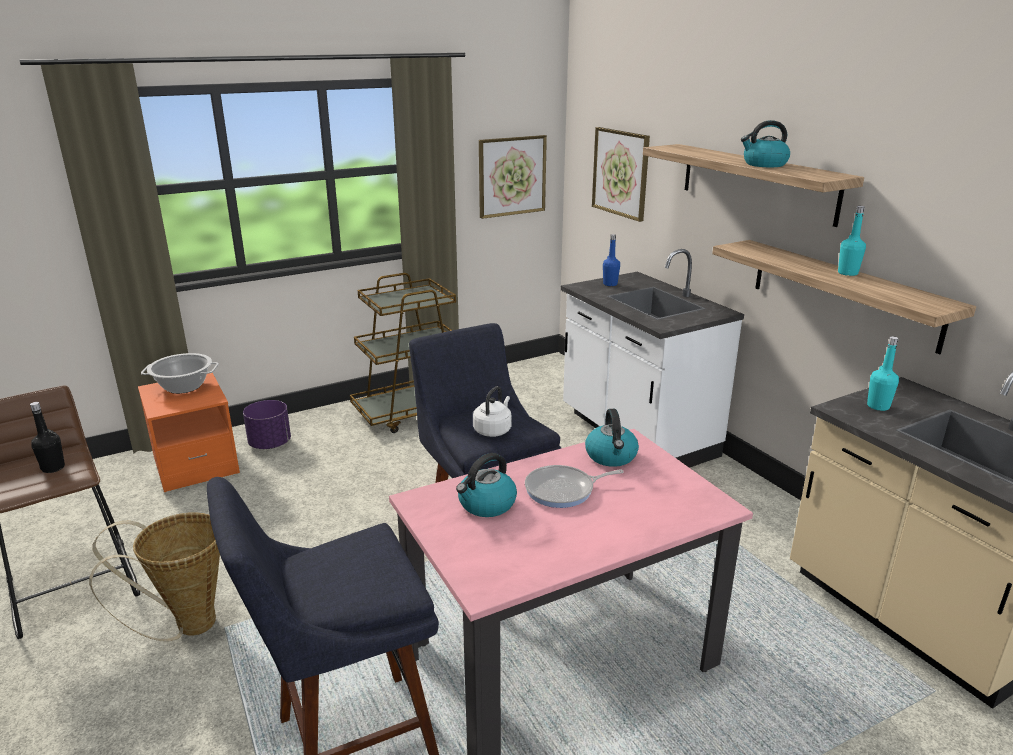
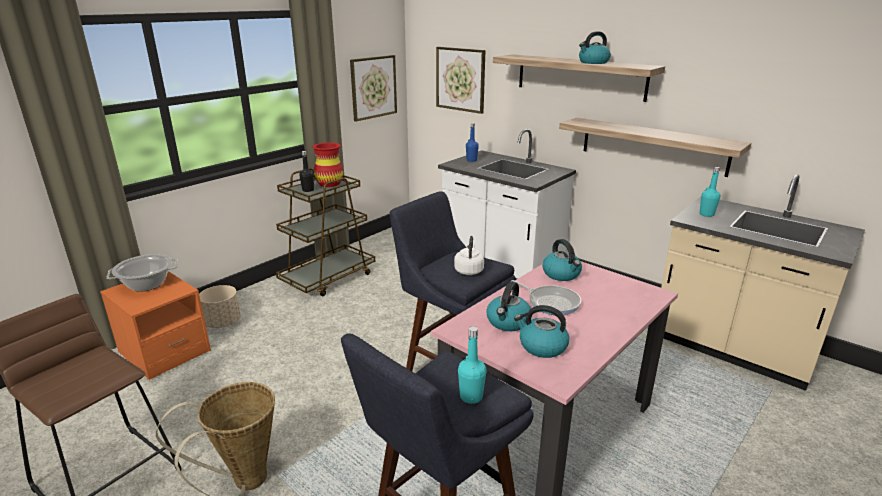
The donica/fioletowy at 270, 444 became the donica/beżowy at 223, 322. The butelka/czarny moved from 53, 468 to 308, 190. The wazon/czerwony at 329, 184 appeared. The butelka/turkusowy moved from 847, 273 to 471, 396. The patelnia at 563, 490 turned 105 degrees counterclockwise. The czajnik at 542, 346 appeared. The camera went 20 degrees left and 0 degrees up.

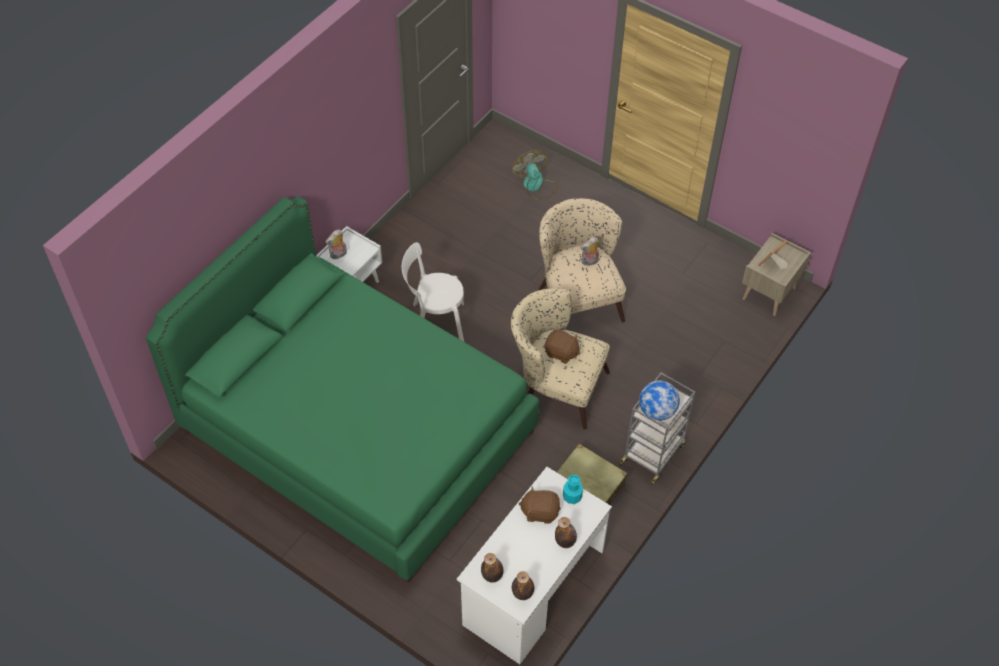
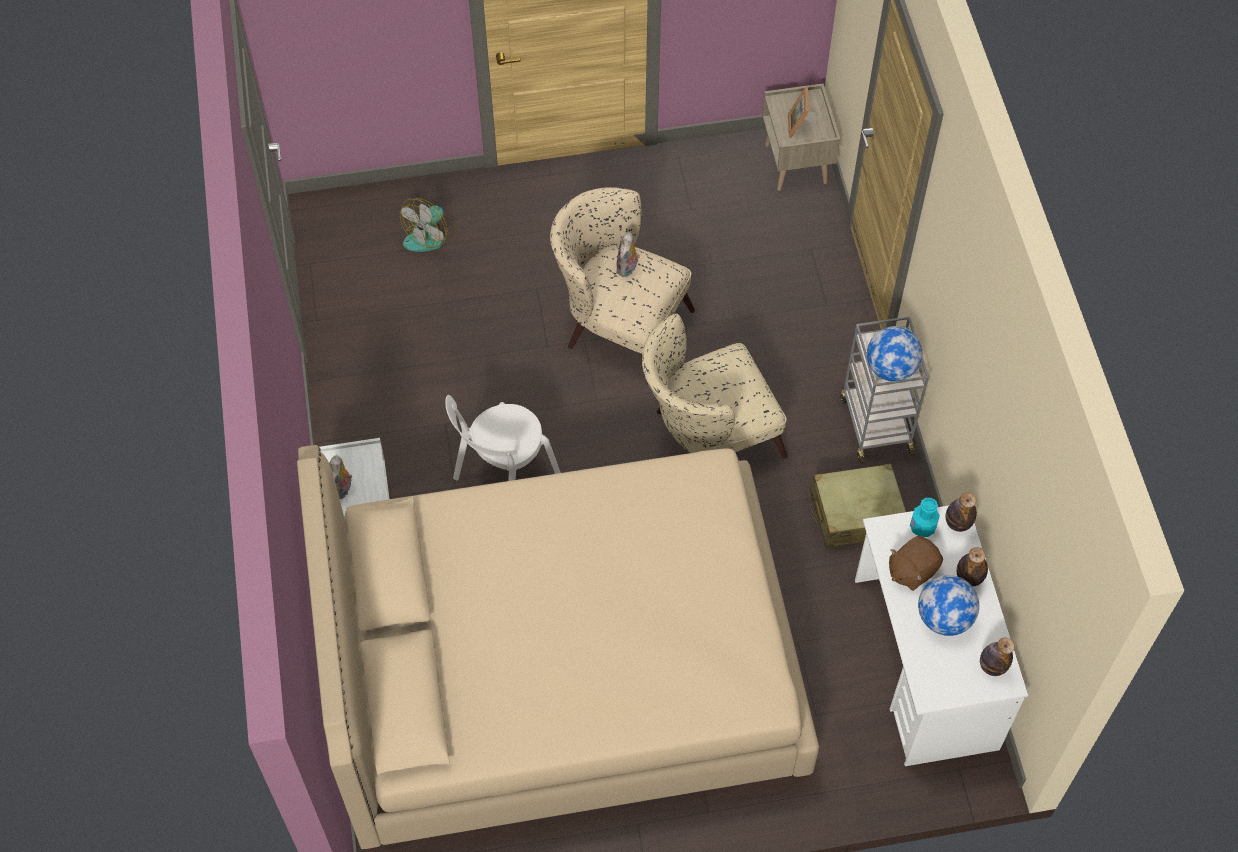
The łóżko/zielony at 358, 431 became the łóżko/beżowy at 563, 670. The wentylator at 536, 186 turned 75 degrees counterclockwise. The globus at 944, 618 appeared. The butelka moved from 492, 575 to 958, 523. The pluszak/brązowy at 561, 353 disappeared. The camera went 45 degrees left and 5 degrees up.

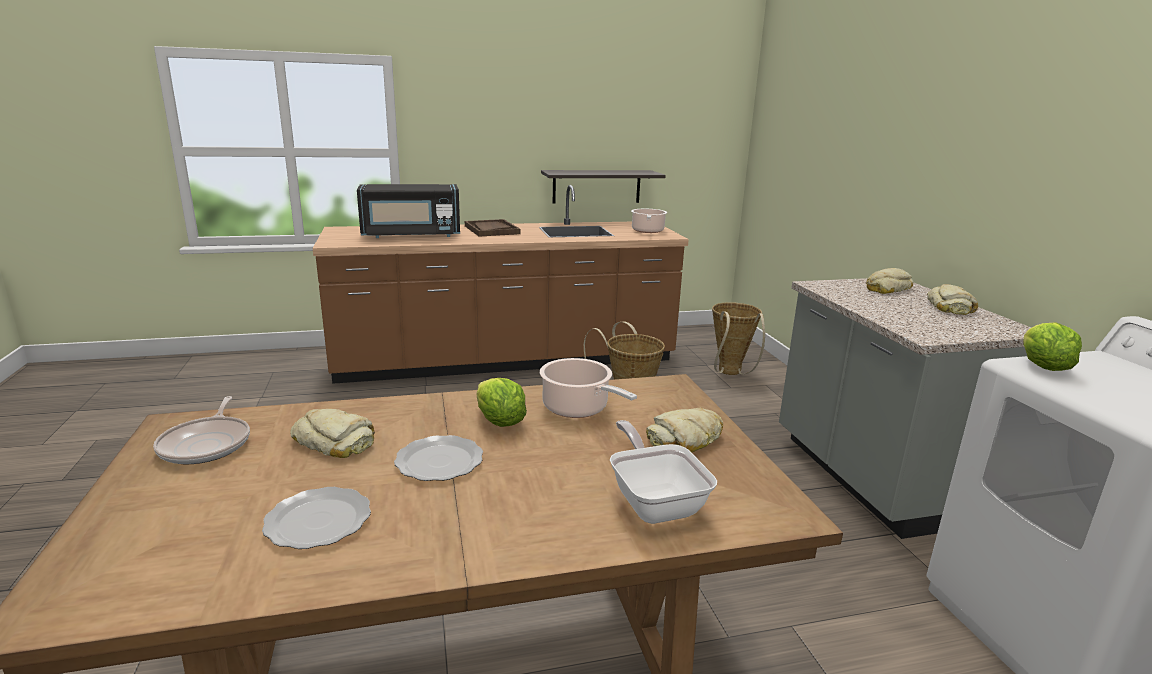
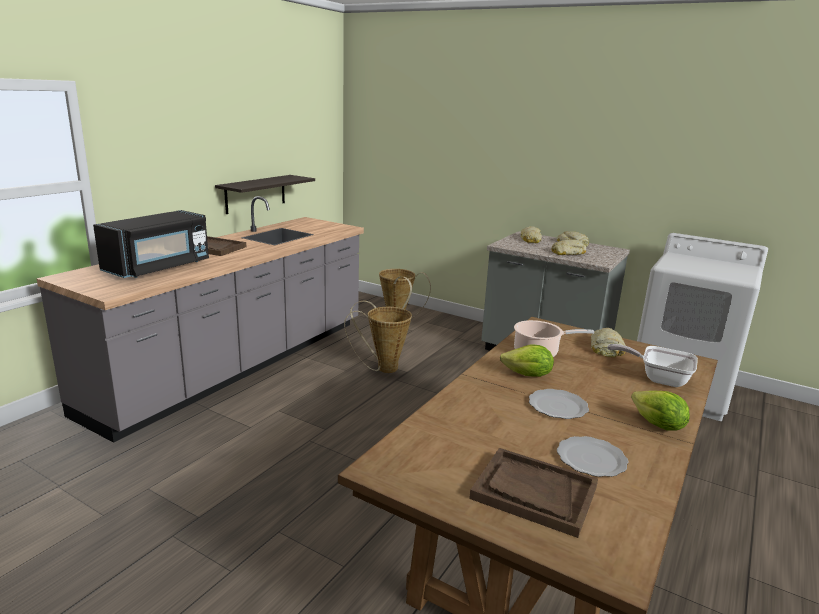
The zabudowa kuchenna/brązowy at 506, 360 became the zabudowa kuchenna/szary at 238, 364. The taca/brązowy at 533, 493 appeared. The chleb moved from 335, 441 to 567, 252. The sałata moved from 1042, 367 to 658, 425. The patelnia at 207, 444 disappeared. The garnek at 647, 231 disappeared. The camera went 45 degrees left and 0 degrees up.

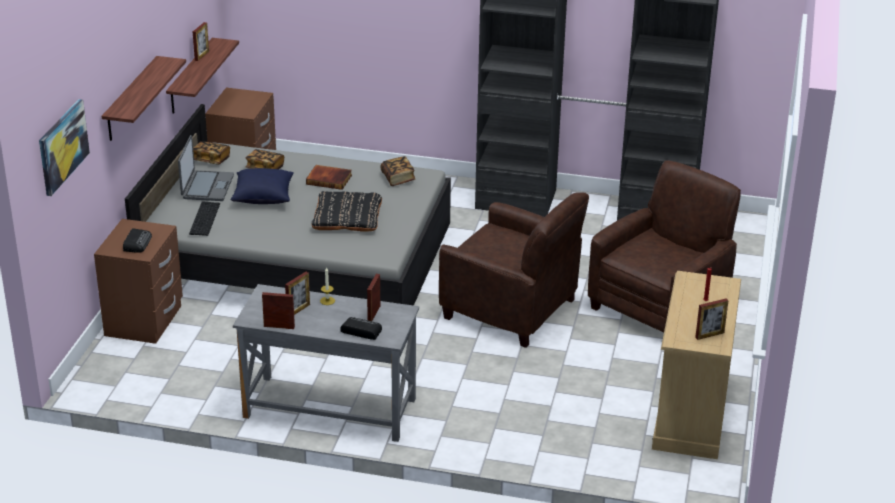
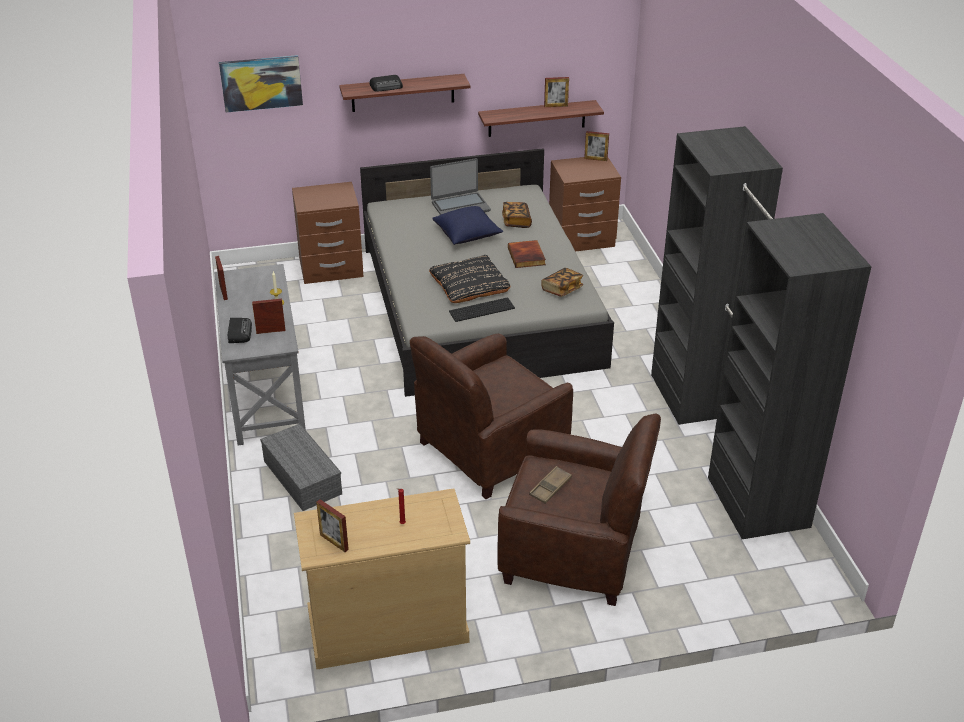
The pojemnik do przechowywania/szary at 301, 477 appeared. The radio moved from 137, 243 to 387, 86. The fotel/brązowy at 511, 309 turned 45 degrees clockwise. The klawiatura moved from 203, 218 to 482, 309. The taca/brązowy at 550, 487 appeared. The ramka na zdjęcie moved from 298, 310 to 595, 159. The książka at 211, 160 disappeared. The camera went 65 degrees right and 5 degrees up.

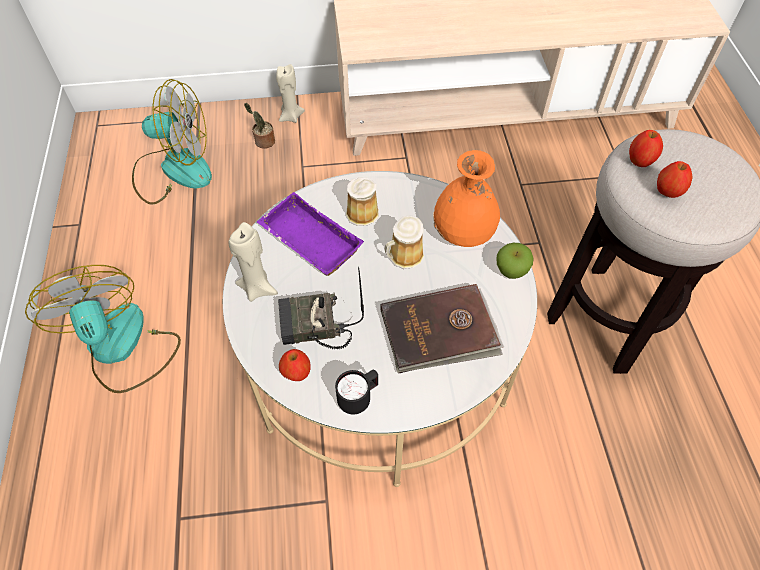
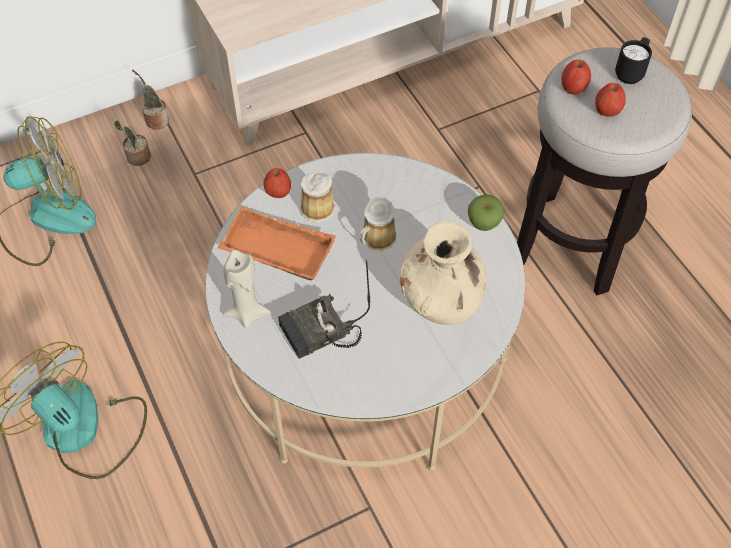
The świeca/beżowy at 291, 117 was replaced by the roślina doniczkowa at 156, 120. The taca/fioletowy at 307, 241 became the taca/pomarańczowy at 275, 252. The jabłko moved from 296, 373 to 278, 193. The książka/brązowy at 440, 332 was replaced by the wazon/beżowy at 441, 300. The kubek/czarny moved from 358, 398 to 631, 73. The wazon/pomarańczowy at 463, 234 disappeared. The camera went 20 degrees left and 0 degrees up.

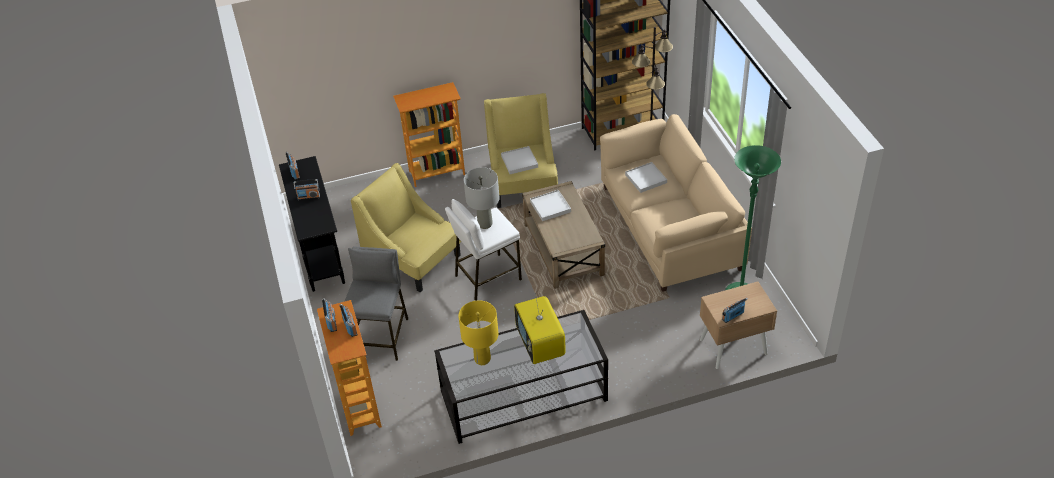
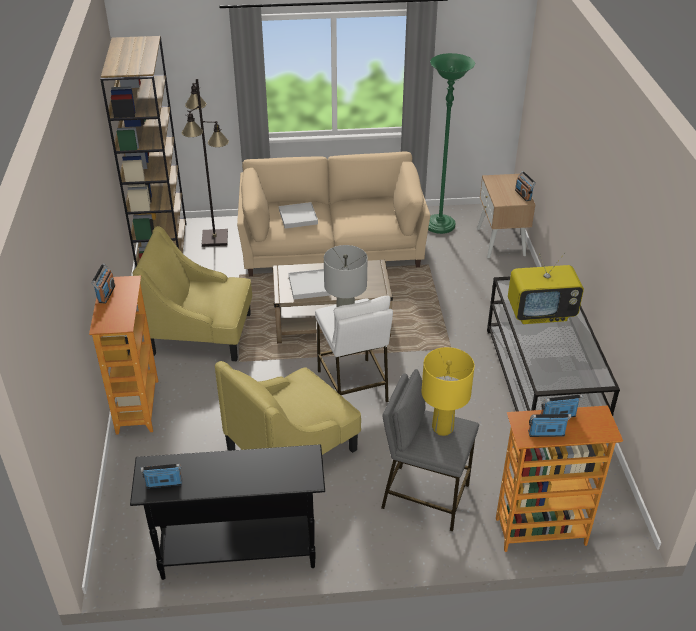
The radio moved from 308, 197 to 106, 294. The lampa stołowa/żółty moved from 483, 359 to 442, 428. The taca/biały at 519, 161 disappeared. The camera went 80 degrees left and 5 degrees down.

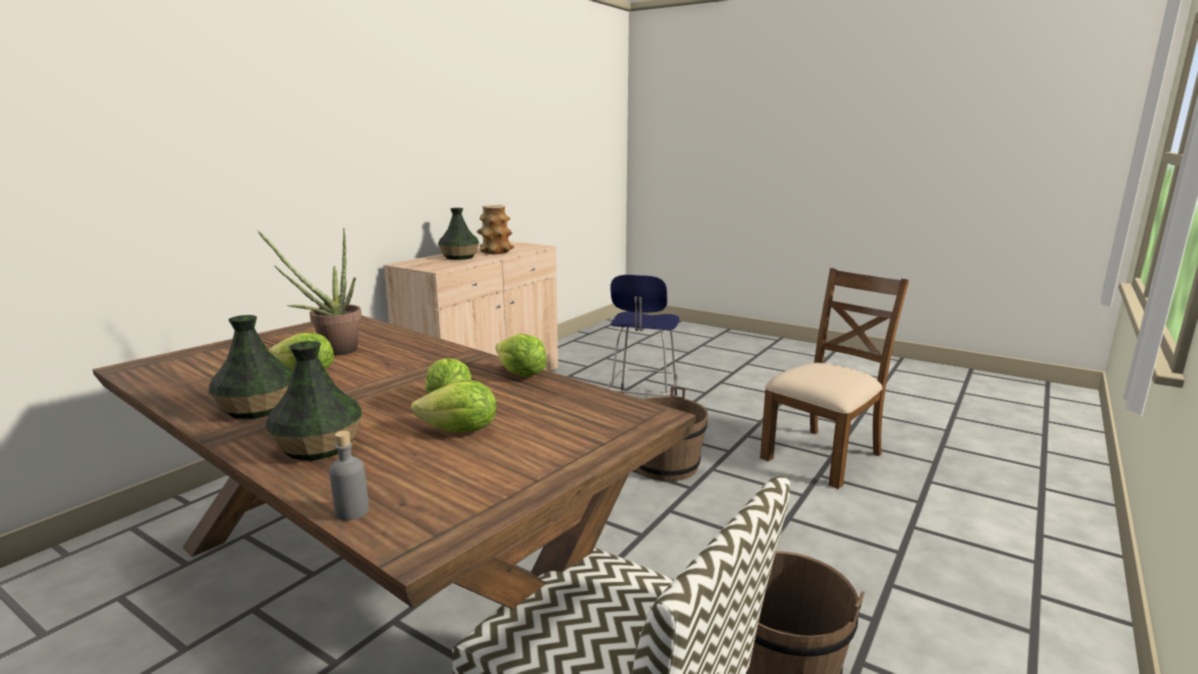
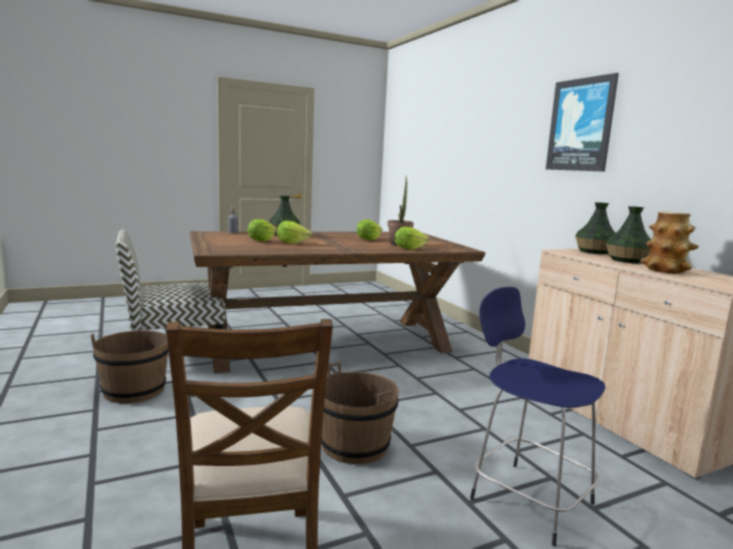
The sałata moved from 521, 375 to 409, 249. The obraz at 581, 125 appeared. The wazon moved from 257, 408 to 595, 252. The camera went 120 degrees right and 5 degrees down.

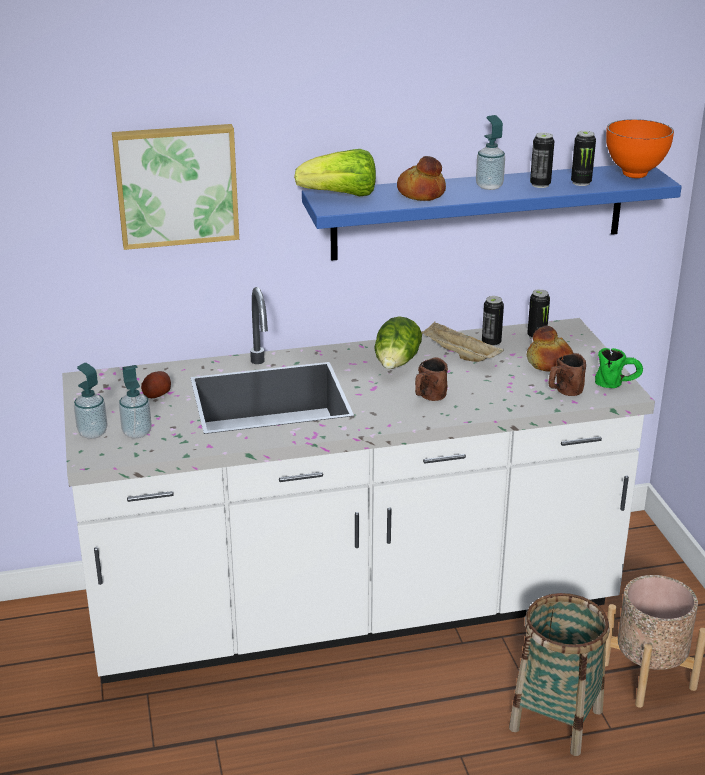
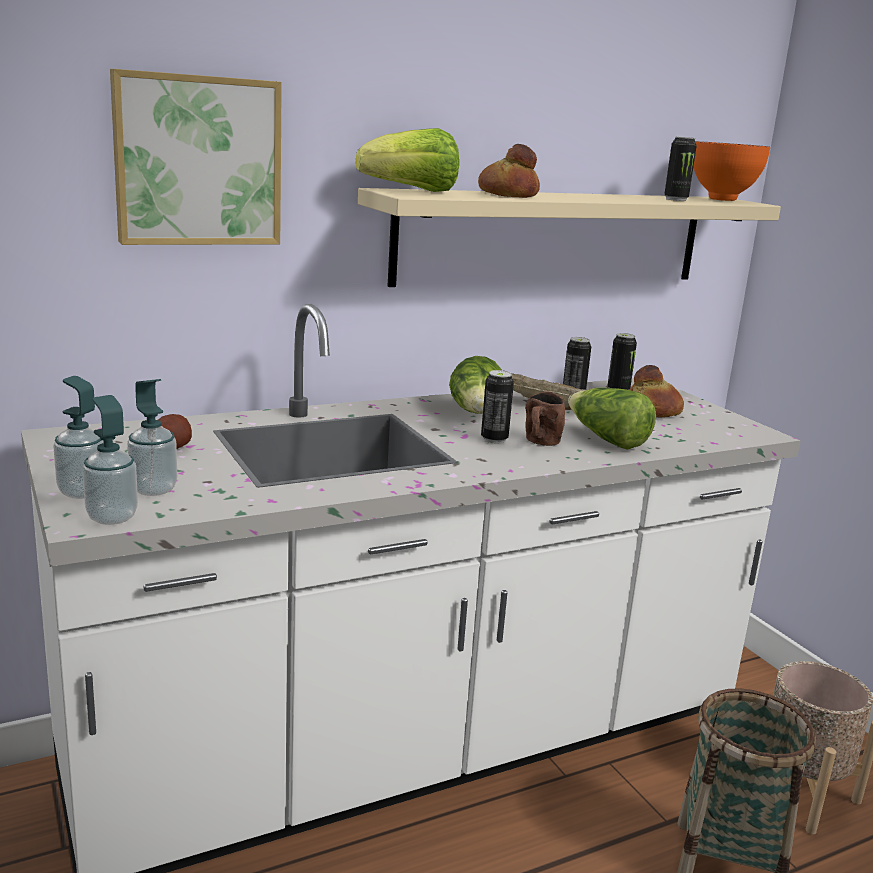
The dozownik mydła moved from 489, 186 to 112, 517. The półka/niebieski at 478, 211 became the półka/beżowy at 554, 238. The puszka moved from 540, 185 to 494, 439. The sałata at 606, 439 appeared. The kubek/brązowy at 563, 392 disappeared. The kubek/zielony at 617, 384 disappeared. The camera went 15 degrees left and 10 degrees down.

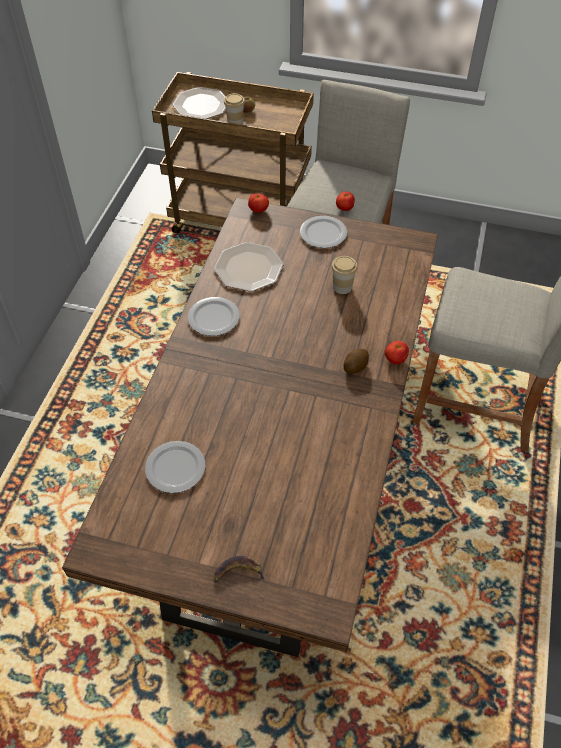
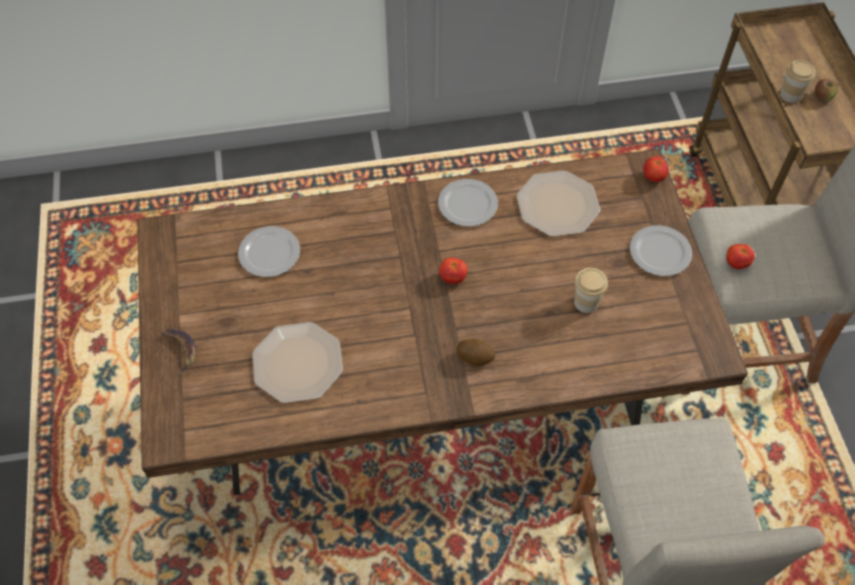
The talerz moved from 201, 105 to 298, 364. The pomidor moved from 395, 359 to 453, 278. The camera went 65 degrees right and 5 degrees up.

